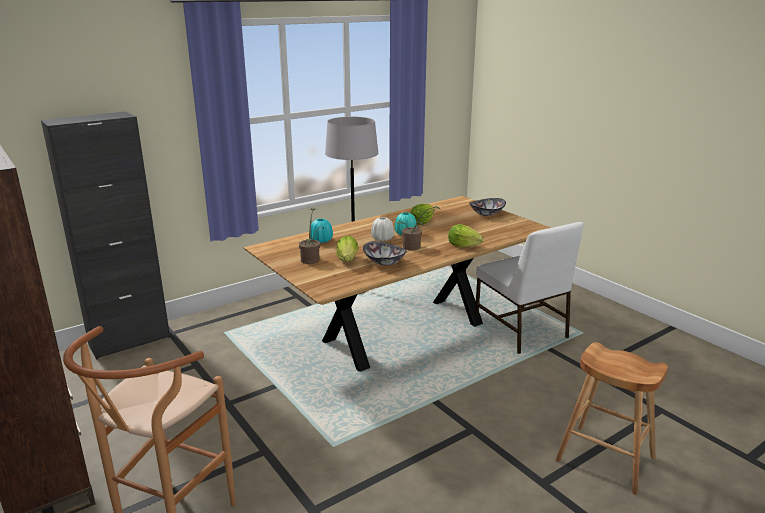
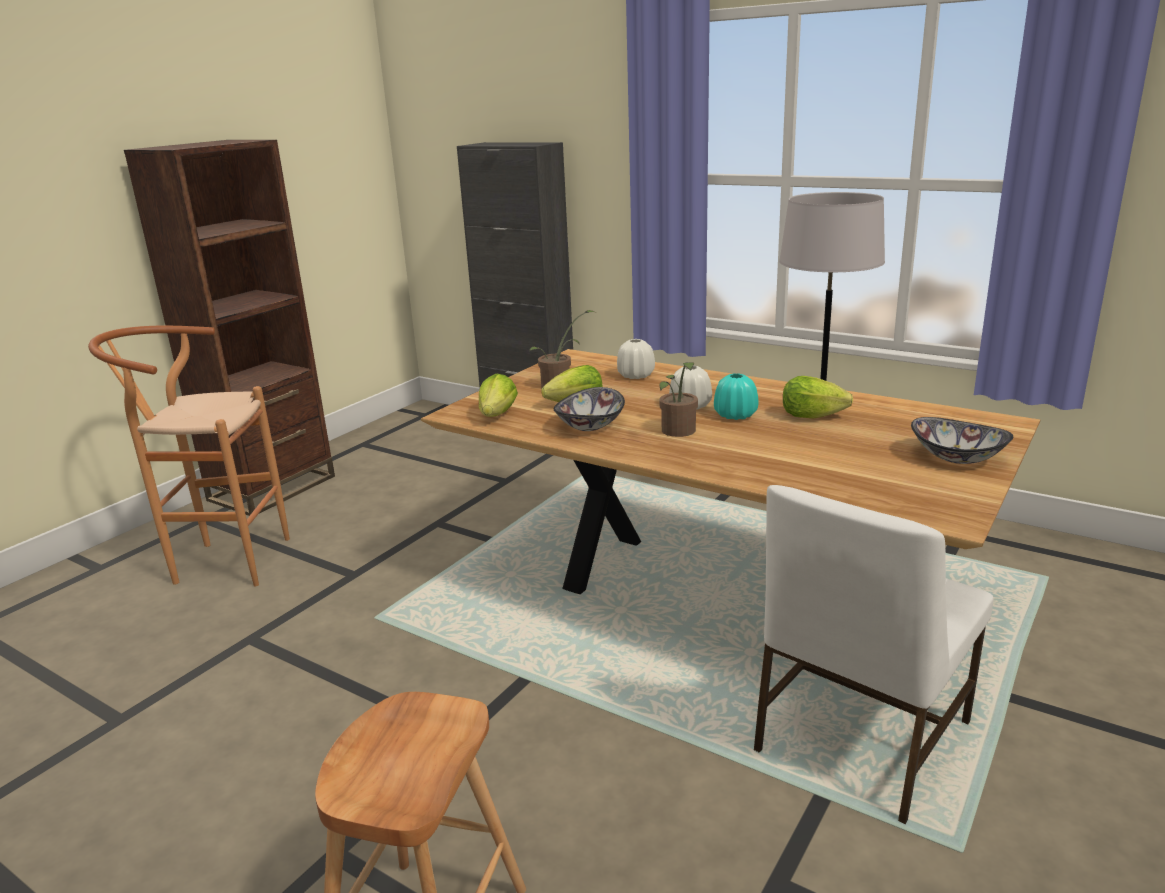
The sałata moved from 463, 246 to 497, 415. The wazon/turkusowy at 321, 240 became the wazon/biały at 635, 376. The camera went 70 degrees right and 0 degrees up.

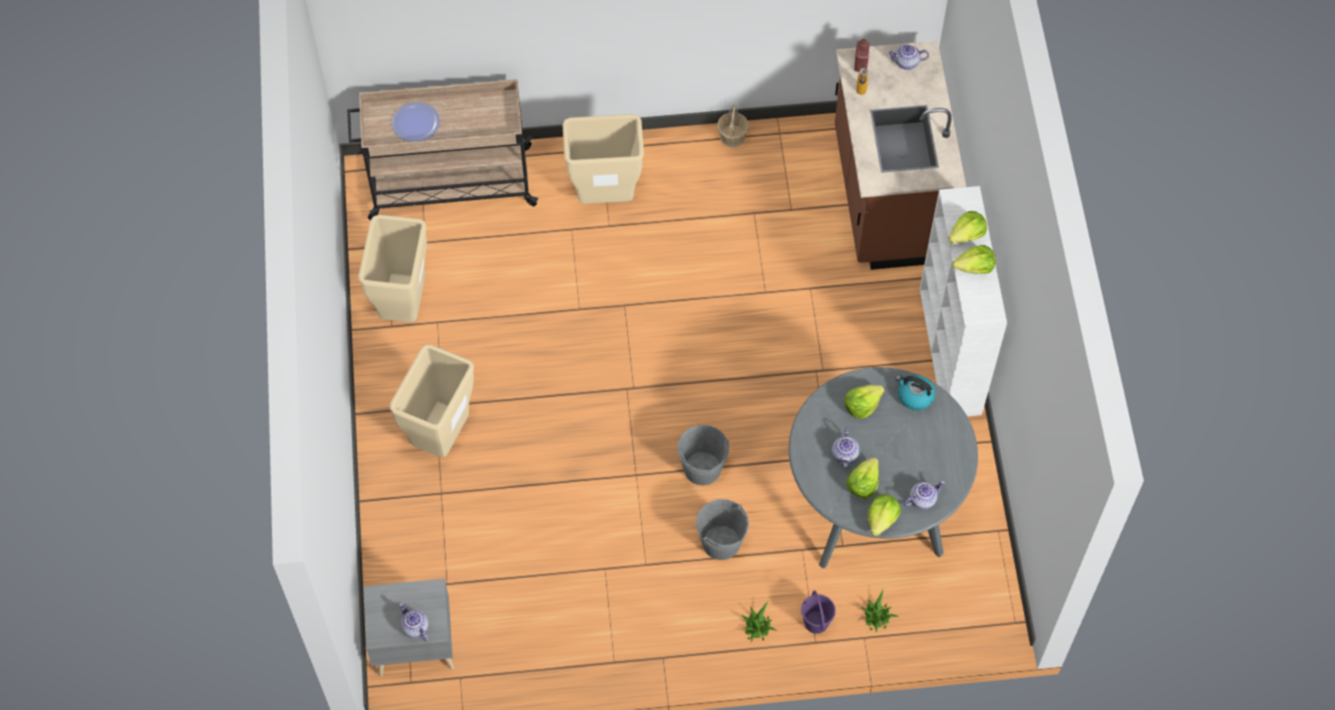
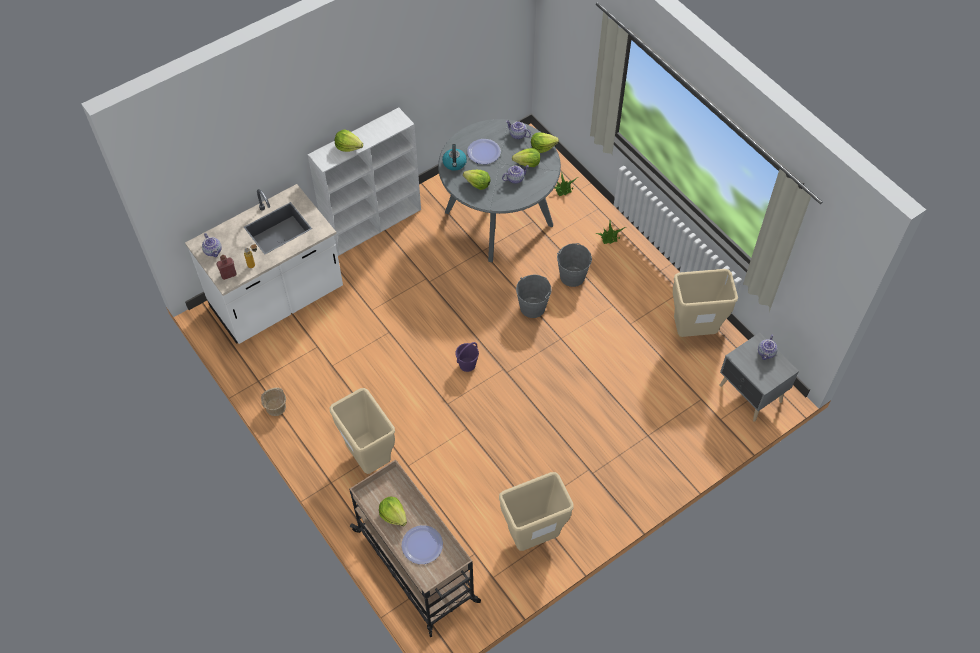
The zabudowa kuchenna/brązowy at 887, 197 became the zabudowa kuchenna/biały at 277, 300. The sałata moved from 974, 267 to 393, 515. The wiadro/fioletowy moved from 816, 621 to 467, 364. The talerz at 483, 152 appeared. The kosz na śmieci/beżowy moved from 441, 438 to 694, 331. The camera went 120 degrees left and 5 degrees down.

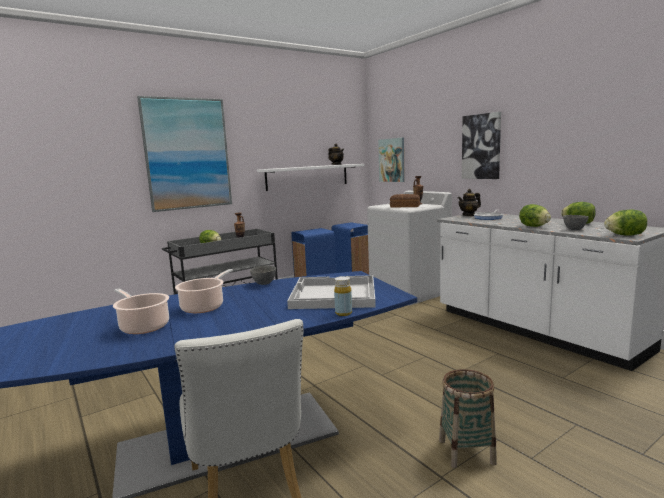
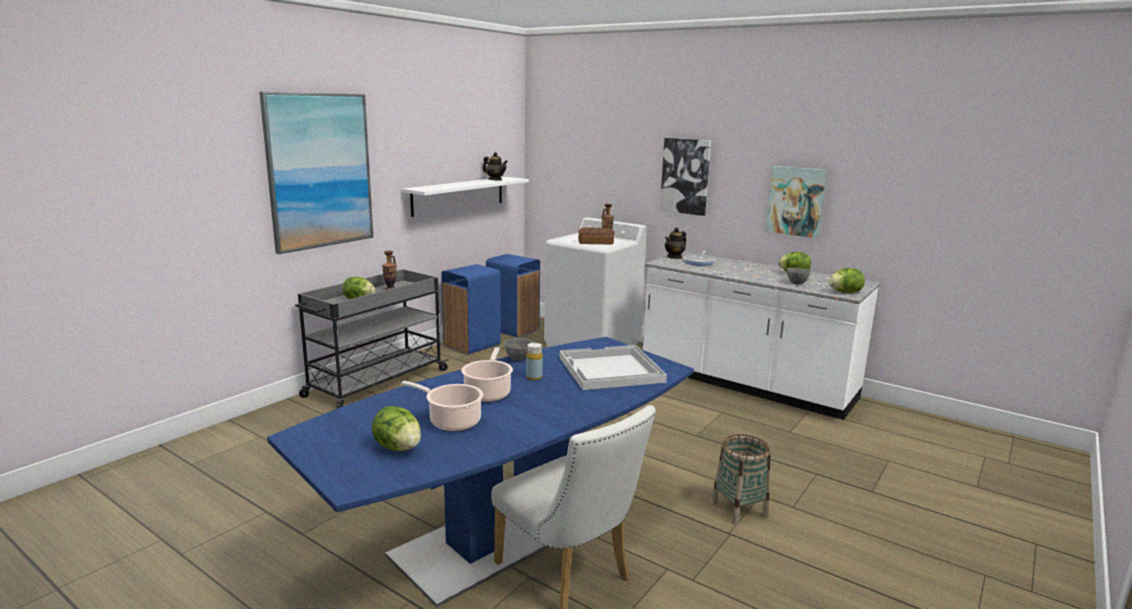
The sałata moved from 534, 226 to 398, 448. The butelka/żółty moved from 343, 313 to 534, 377. The obraz moved from 392, 160 to 796, 201. The camera went 20 degrees left and 5 degrees up.

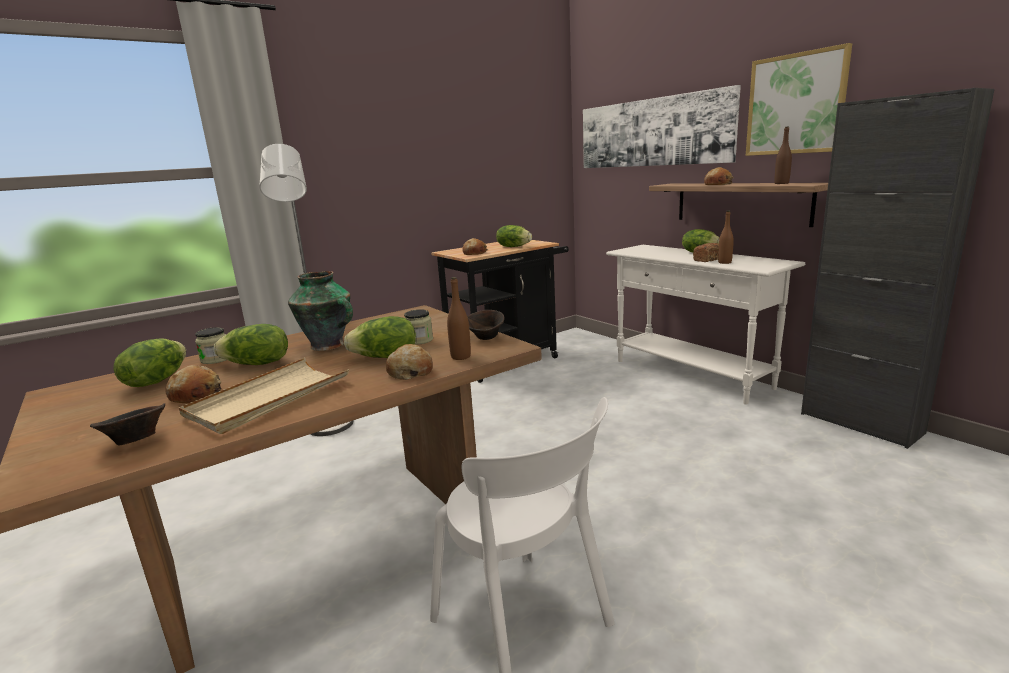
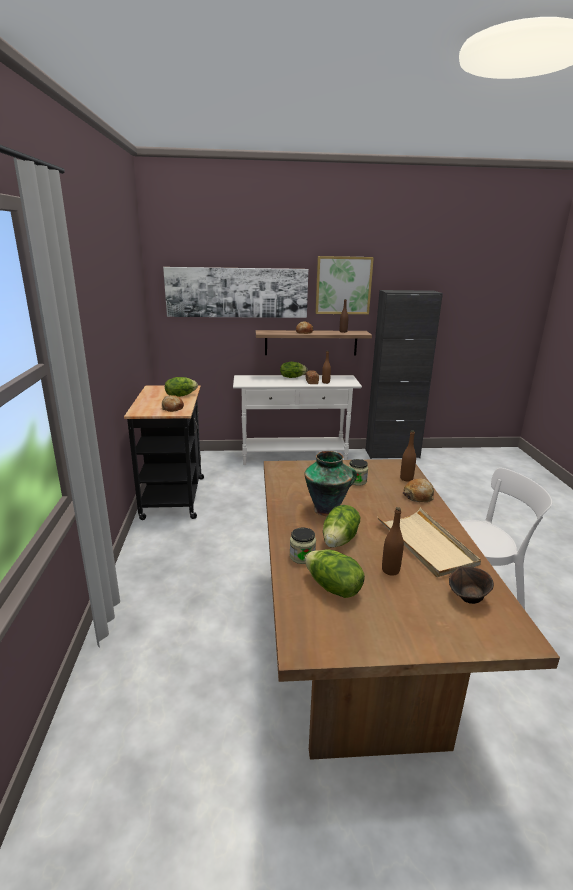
The chleb at 196, 394 was replaced by the butelka/brązowy at 390, 570. The lampa stojąca/szary at 329, 429 disappeared. The sałata at 385, 357 disappeared. The miska/brązowy at 486, 338 disappeared. The camera went 60 degrees left and 5 degrees up.

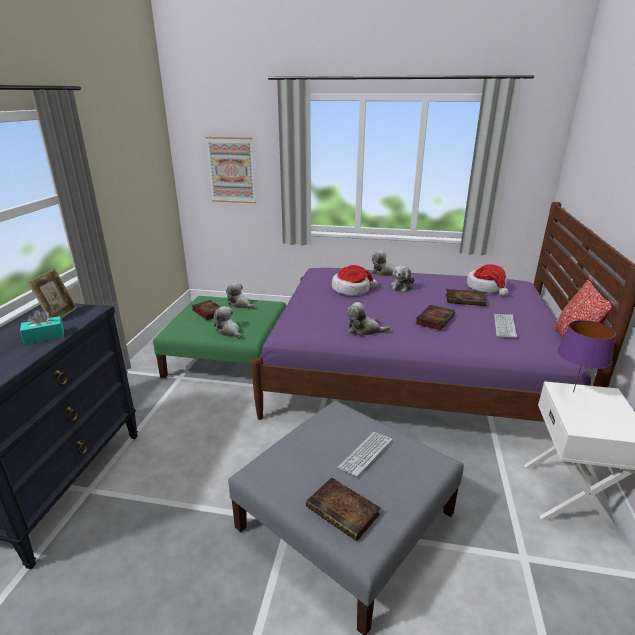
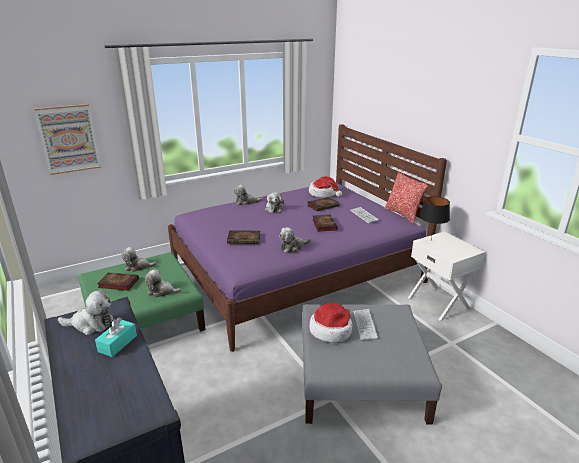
The ramka na zdjęcie at 59, 315 was replaced by the pluszak at 91, 324. The książka moved from 344, 511 to 245, 239. The kapelusz moved from 352, 289 to 331, 330. The lampa stołowa/fioletowy at 573, 392 became the lampa stołowa/czarny at 431, 240. The camera went 40 degrees left and 0 degrees up.

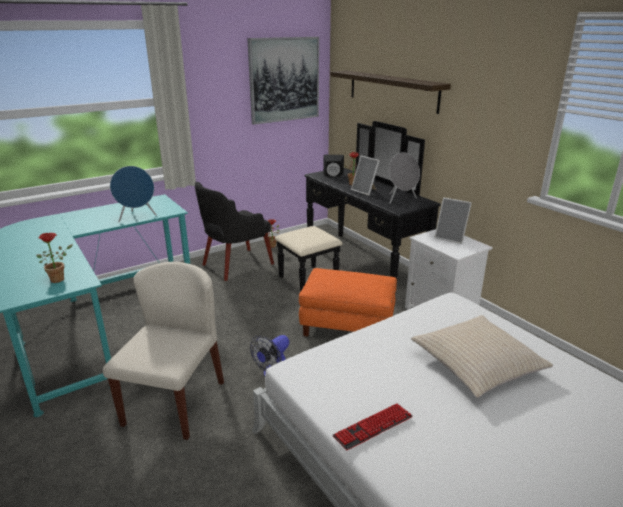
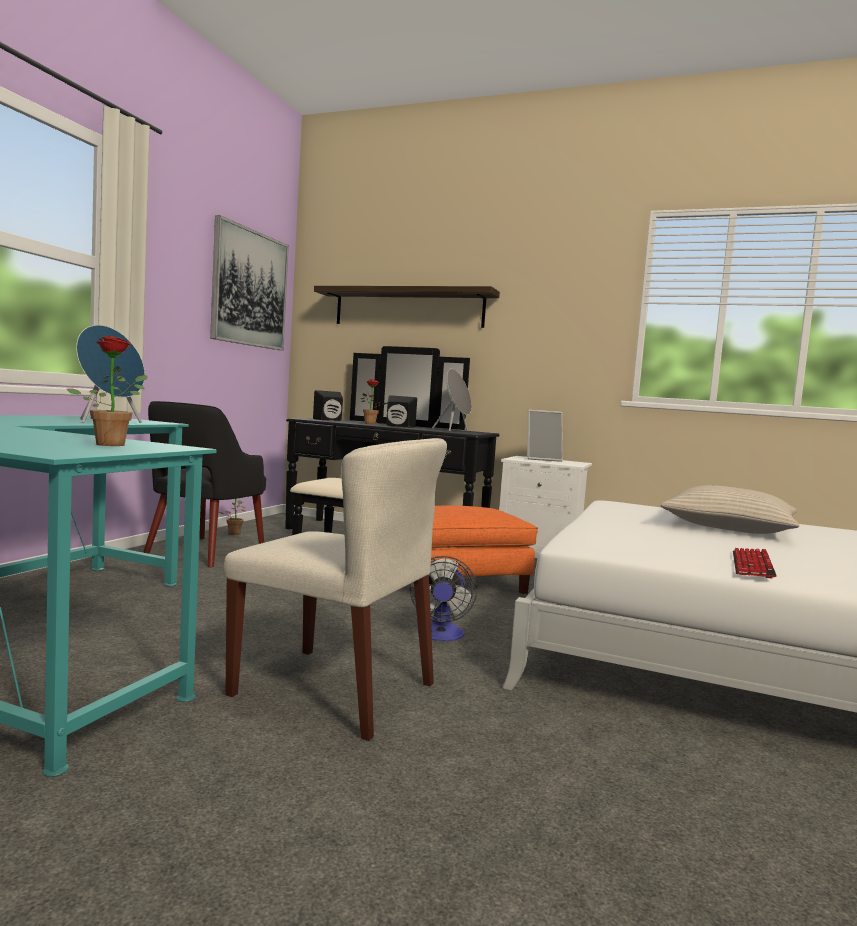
The krzesło/beżowy at 174, 402 turned 135 degrees clockwise. The ramka na zdjęcie at 365, 191 was replaced by the głośnik/czarny at 398, 426. The camera went 35 degrees left and 20 degrees down.

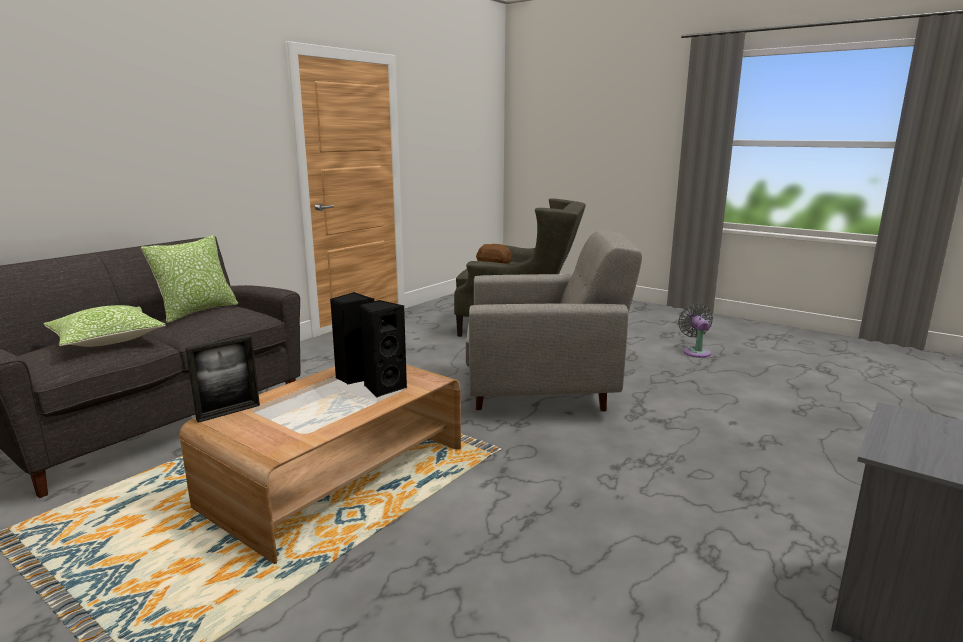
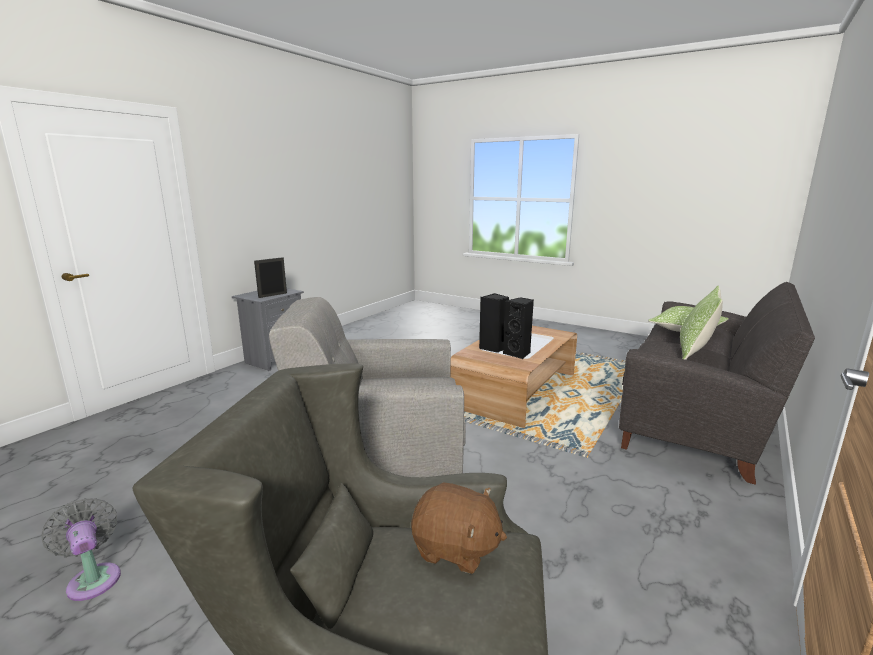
The wentylator/szary at 695, 352 turned 150 degrees clockwise. The ramka na zdjęcie moved from 228, 412 to 272, 295. The camera went 175 degrees right and 0 degrees up.

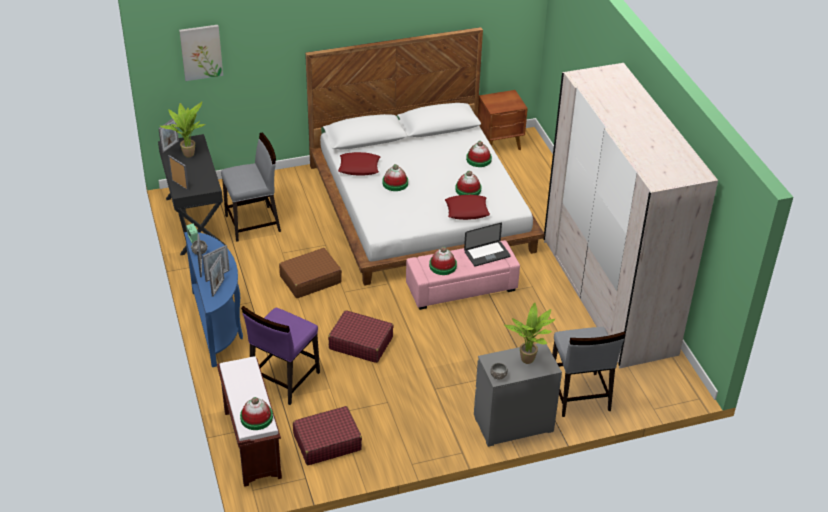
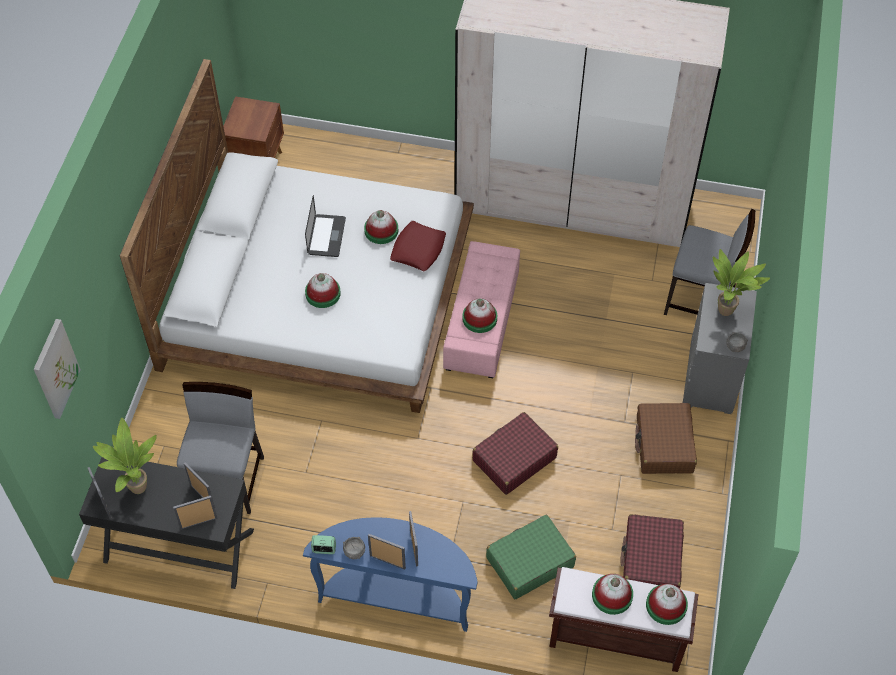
The ramka na zdjęcie moved from 218, 287 to 202, 496. The laptop moved from 487, 254 to 326, 236. The krzesło/fioletowy at 284, 379 was replaced by the walizka/zielony at 529, 562. The kapelusz moved from 478, 159 to 612, 595. The walizka/brązowy moved from 310, 279 to 664, 445. The poduszka/czerwony at 359, 167 disappeared. The camera went 60 degrees left and 15 degrees up.

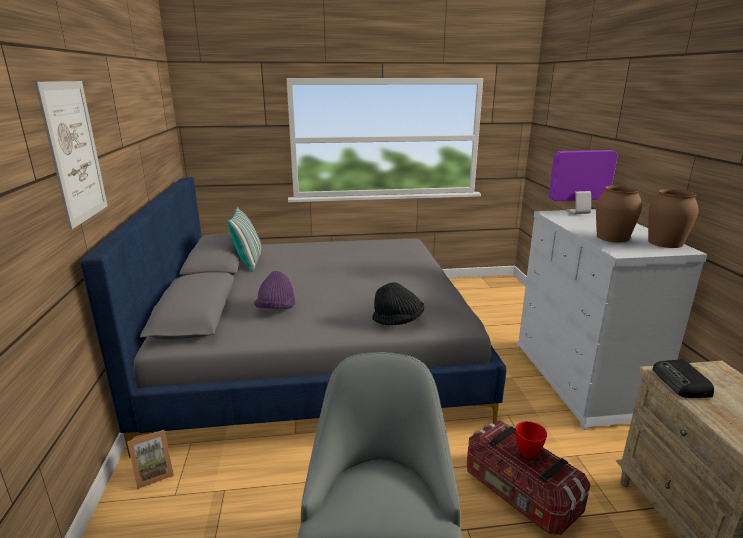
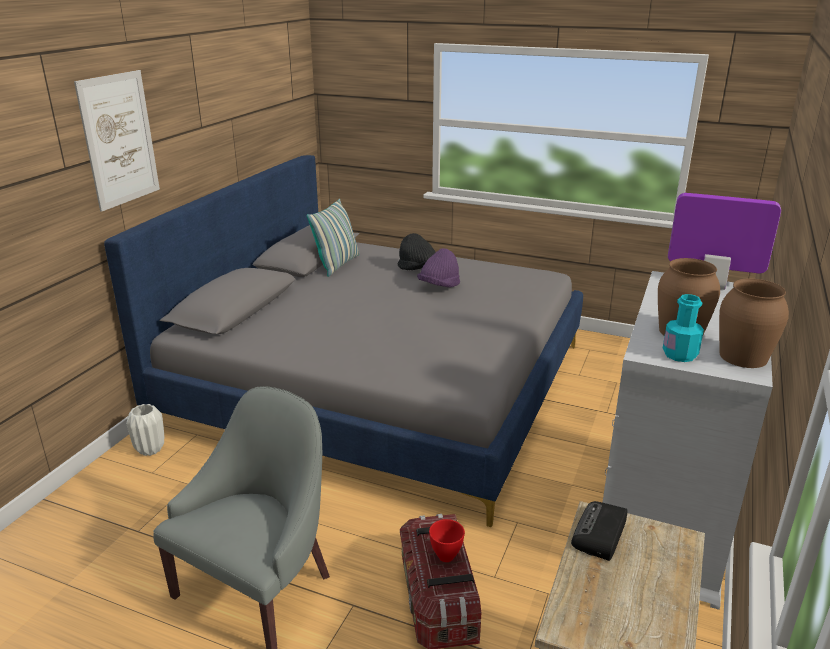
The ramka na zdjęcie at 153, 473 was replaced by the wazon/biały at 150, 449. The kapelusz/czarny moved from 398, 321 to 418, 269. The kapelusz/fioletowy moved from 276, 309 to 439, 286. The butelka/turkusowy at 679, 354 appeared. The camera went 30 degrees right and 5 degrees up.

